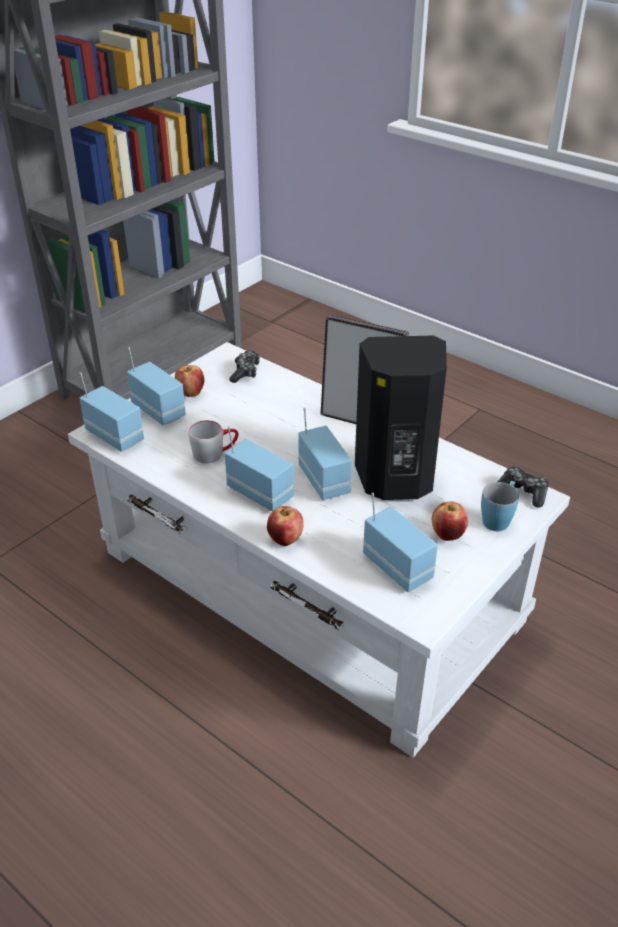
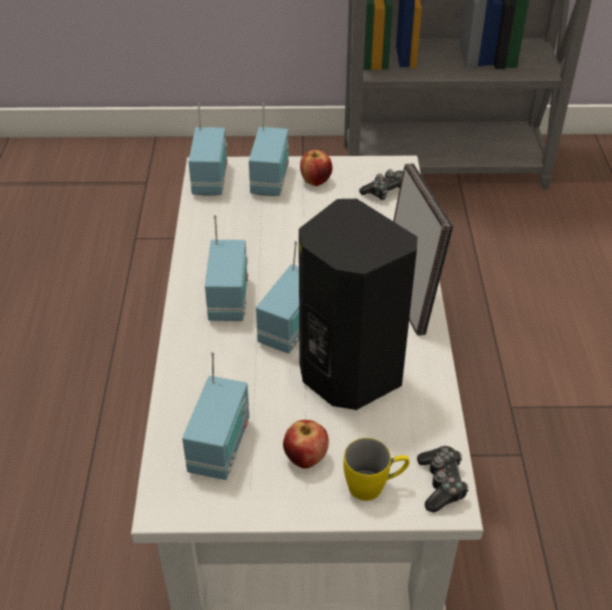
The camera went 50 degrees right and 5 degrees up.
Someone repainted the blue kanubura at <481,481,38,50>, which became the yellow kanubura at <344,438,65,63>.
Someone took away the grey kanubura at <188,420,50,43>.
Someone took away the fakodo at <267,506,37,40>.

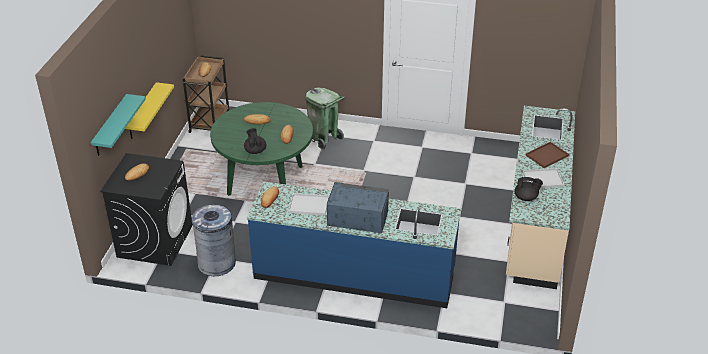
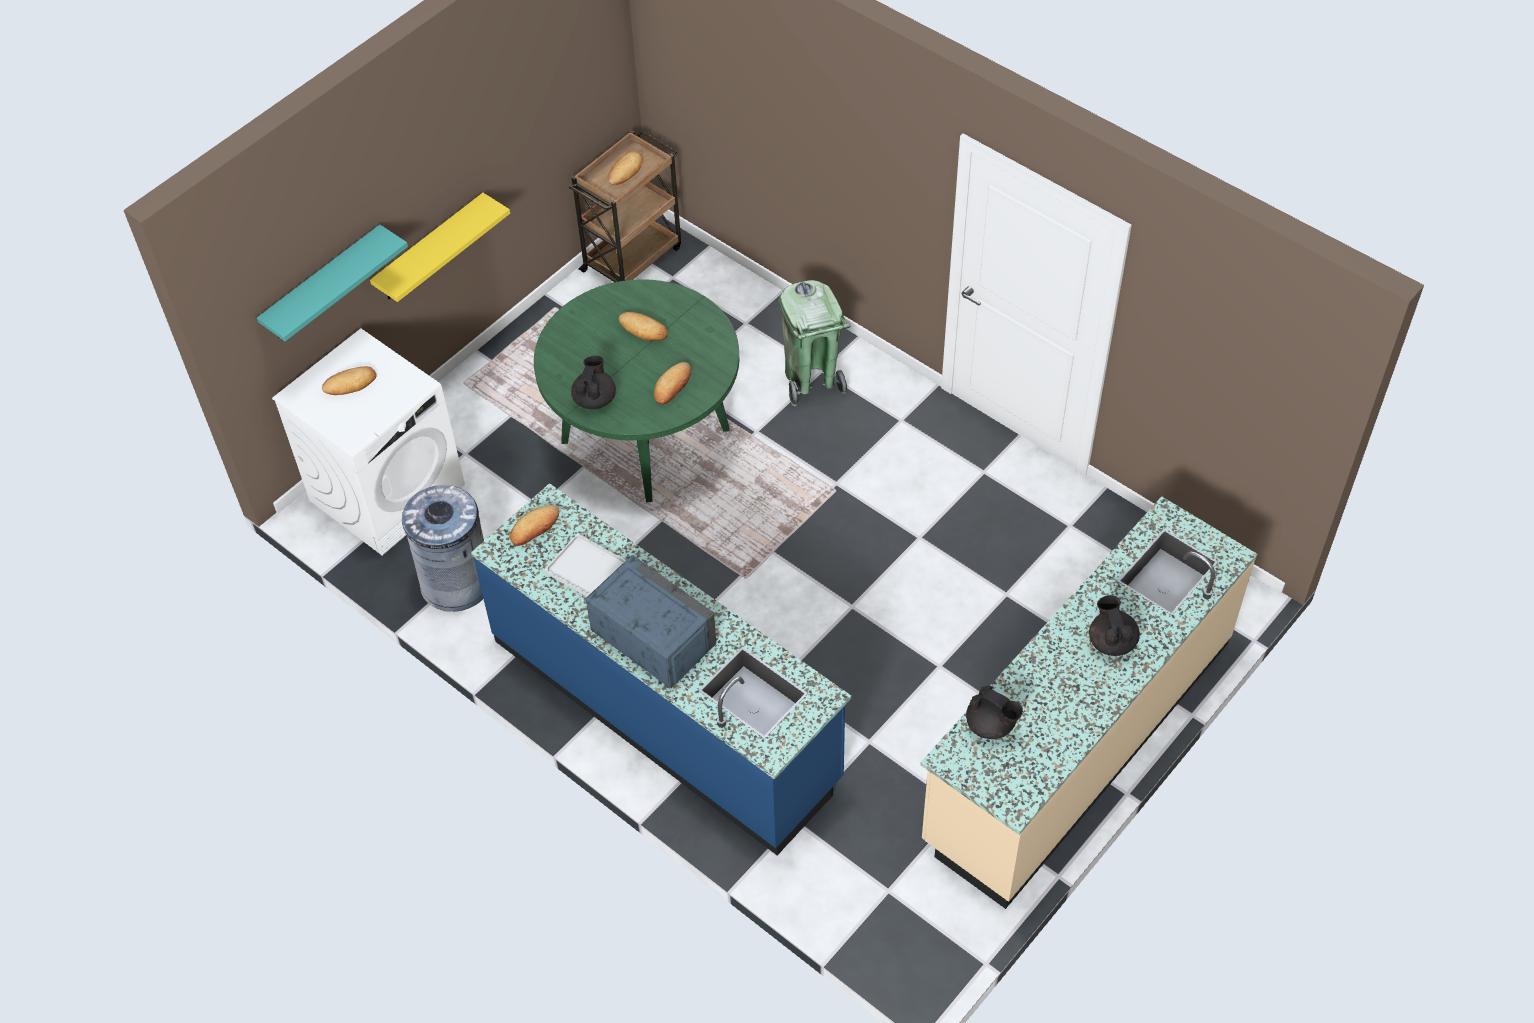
The camera went 30 degrees right and 15 degrees up.
Someone repainted the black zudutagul at <100,153,93,113>, which became the white zudutagul at <272,328,193,228>.
Someone swapped the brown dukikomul at <526,142,43,26> for the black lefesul at <1089,595,51,61>.
Someone took away the white dukikomul at <523,168,42,20>.

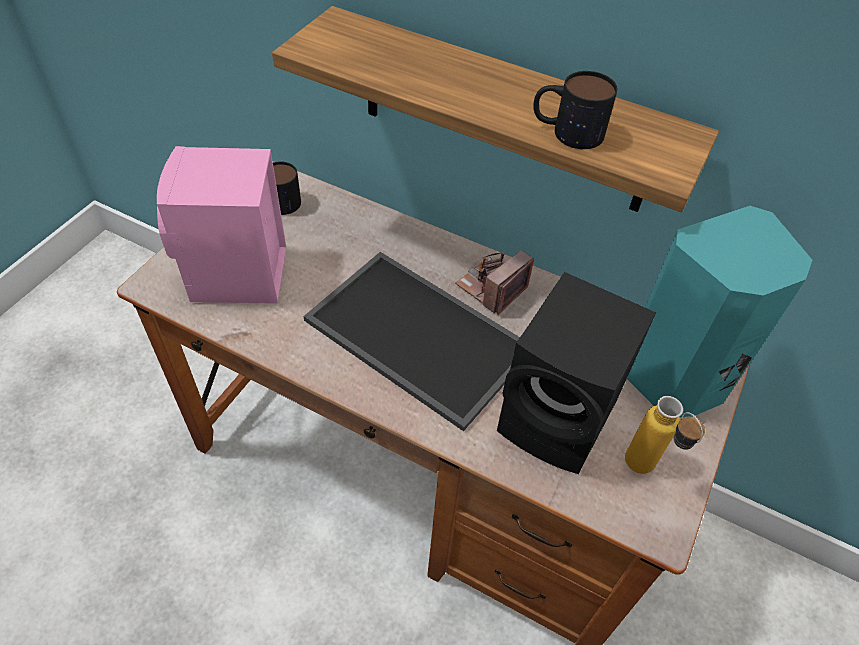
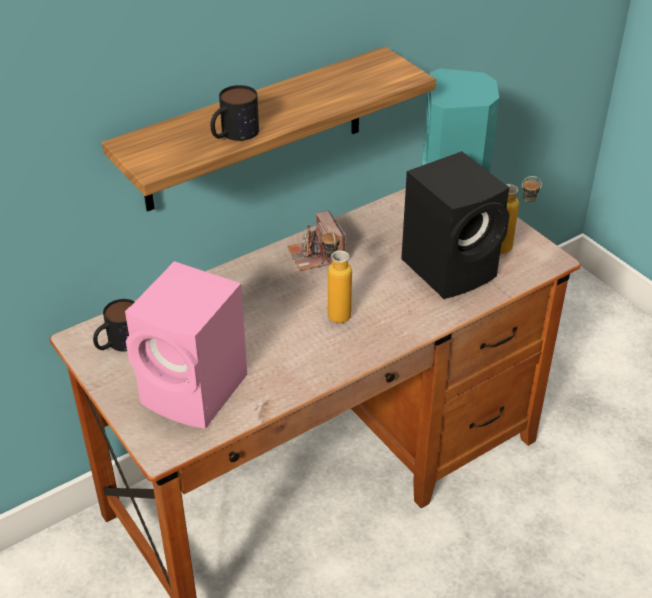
The camera went 60 degrees left and 10 degrees down.
Someone carried the kanubura from <533,71,85,78> to <210,85,49,56>.
Someone swapped the dukikomul at <303,252,217,179> for the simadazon at <322,227,30,96>.

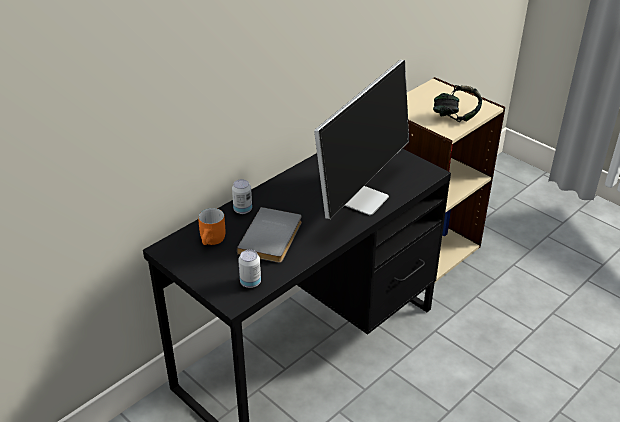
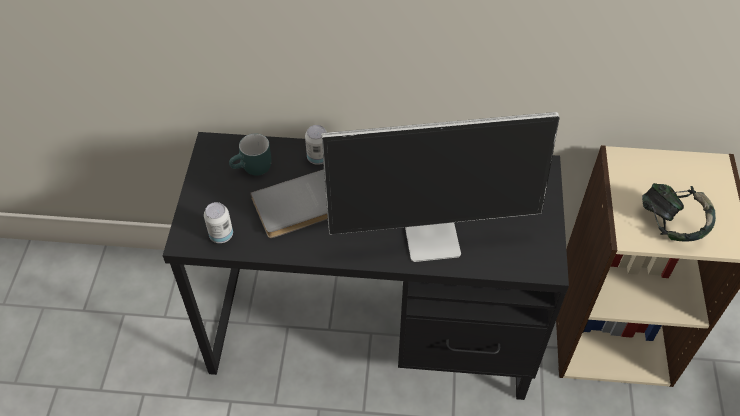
The camera went 50 degrees right and 15 degrees up.
Someone repainted the orange kanubura at <198,208,27,37>, which became the turquoise kanubura at <229,133,42,43>.

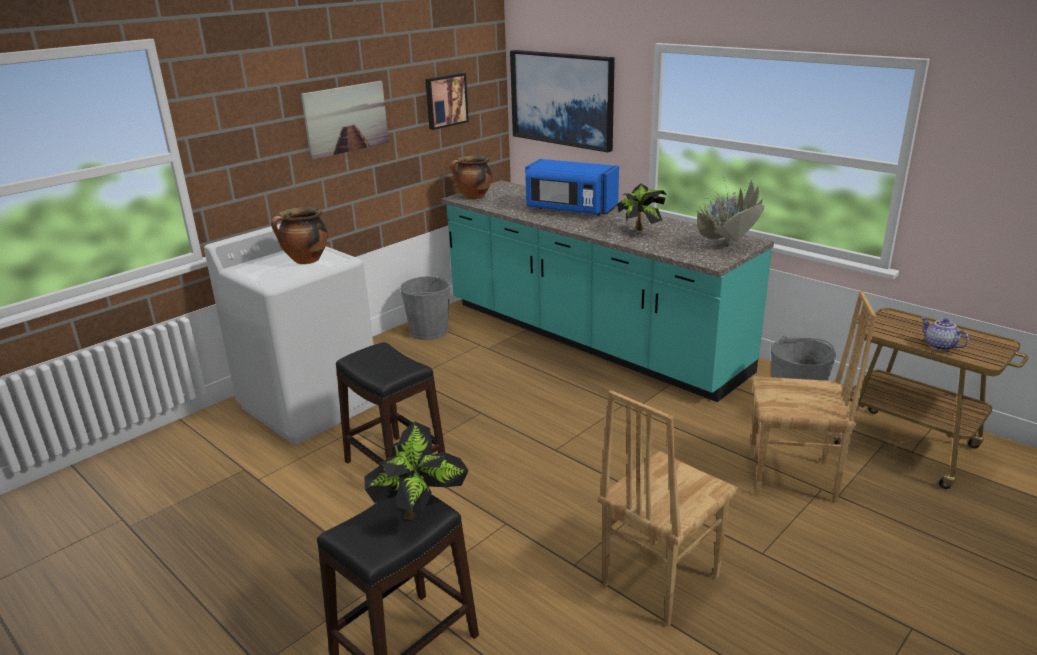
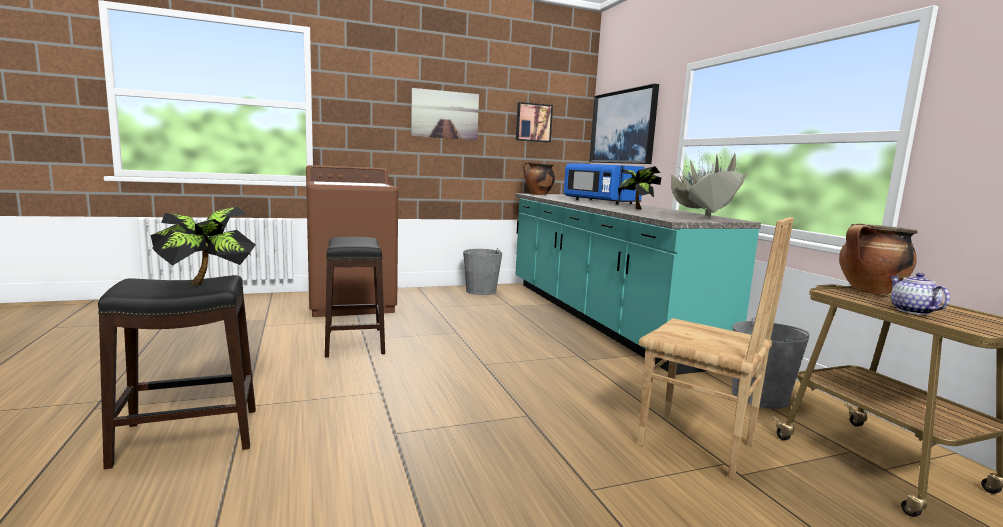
The camera went 25 degrees right and 15 degrees down.
Someone repainted the white zudutagul at <204,224,172,221>, which became the brown zudutagul at <306,165,92,152>.
Someone carried the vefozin from <271,207,56,57> to <839,224,79,71>.
Someone took away the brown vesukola at <598,390,140,237>.

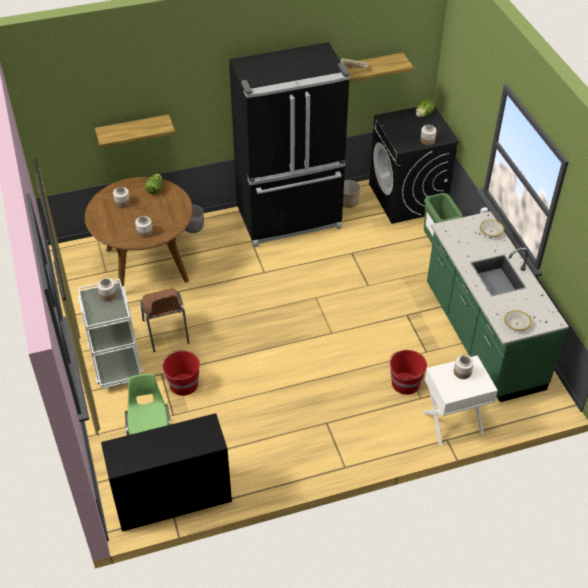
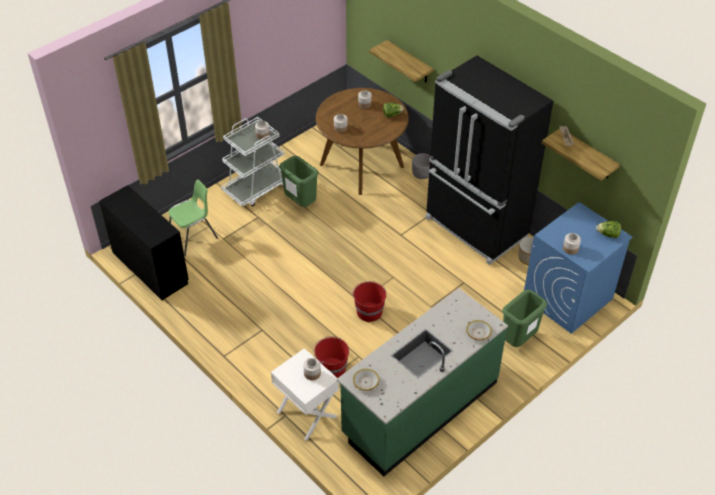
The camera went 65 degrees right and 0 degrees up.
Someone swapped the brown vesukola at <140,289,49,63> for the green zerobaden at <279,156,40,51>.
Someone carried the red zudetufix from <161,350,39,46> to <352,281,34,41>.
Someone repainted the black zudutagul at <369,106,91,118>, which became the blue zudutagul at <524,202,109,132>.

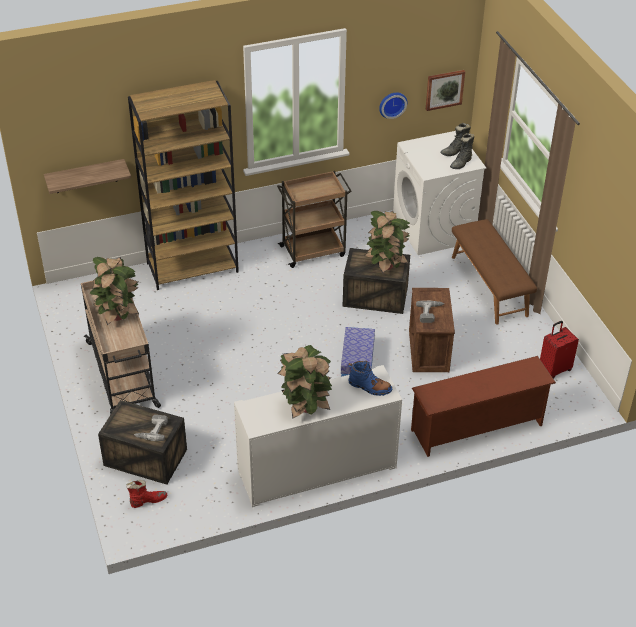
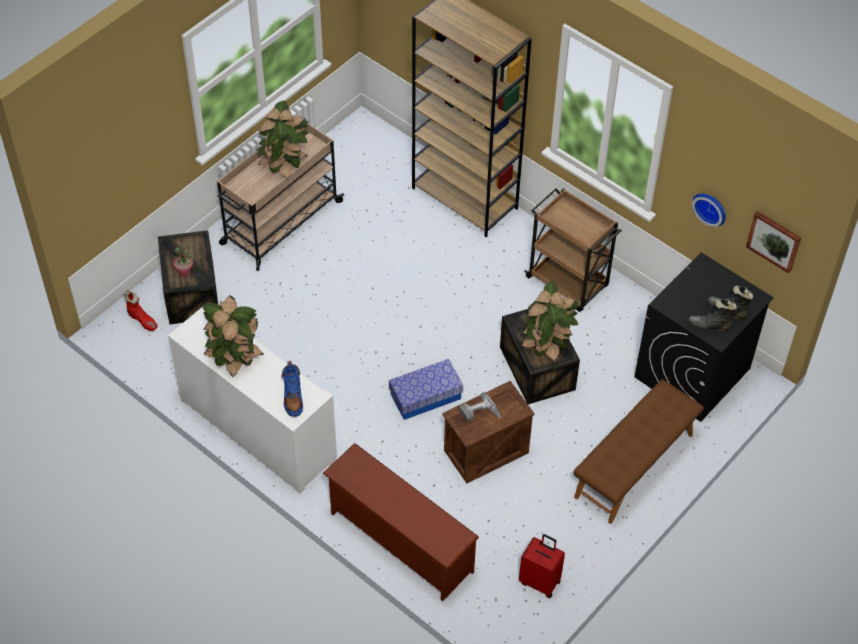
The camera went 60 degrees right and 10 degrees up.
Someone swapped the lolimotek at <135,415,33,26> for the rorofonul at <173,246,20,31>.
Someone repainted the white zudutagul at <393,131,93,124>, which became the black zudutagul at <634,252,140,170>.
Someone took away the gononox at <44,159,87,35>.

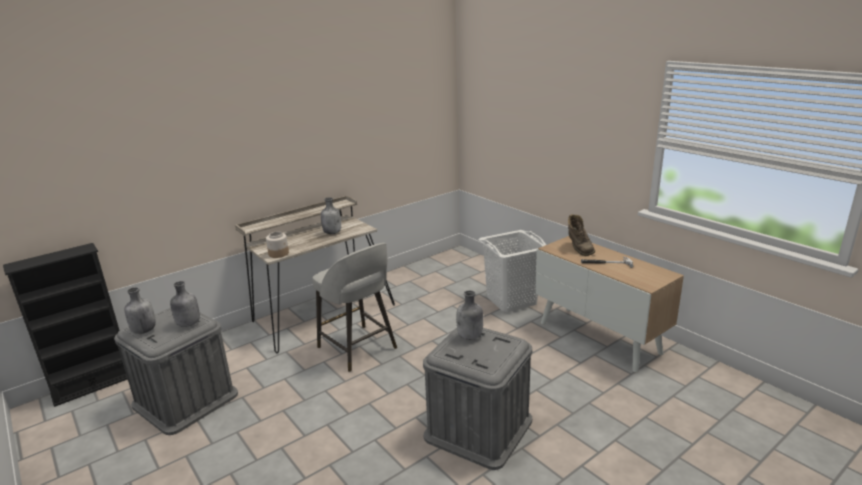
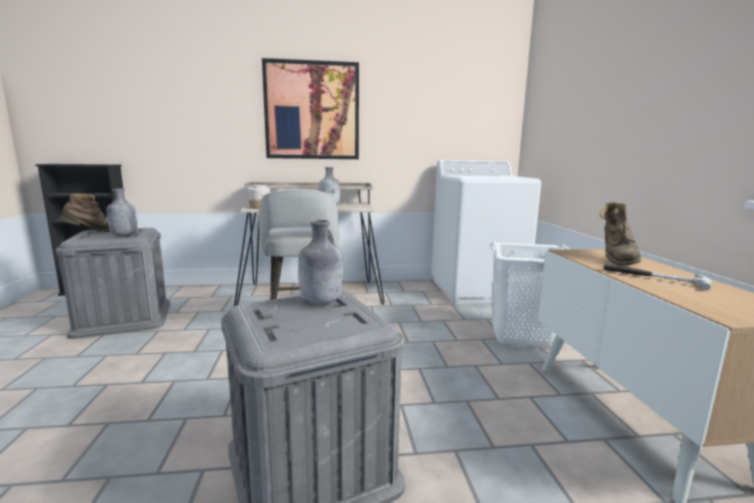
The camera went 30 degrees right and 10 degrees down.
Someone swapped the grey simadazon at <124,287,32,47> for the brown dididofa at <60,194,50,38>.
Someone put up the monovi at <262,58,97,101>.
Someone put down the white zudutagul at <431,160,110,144>.

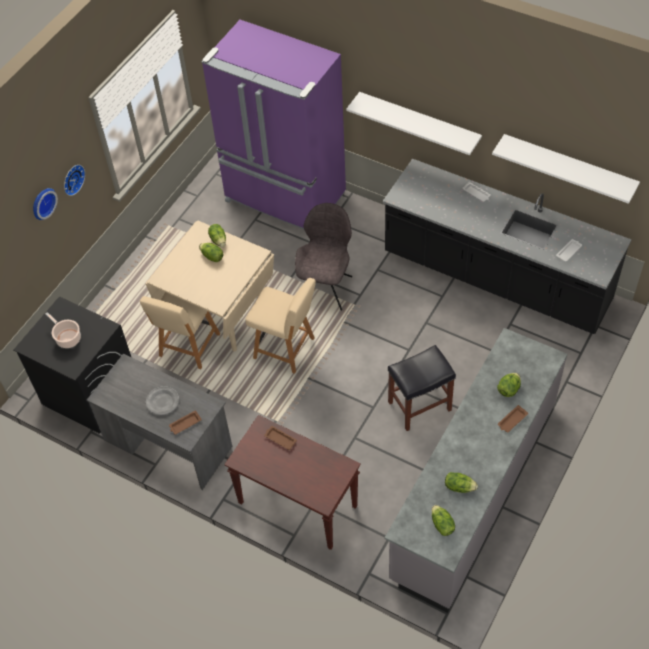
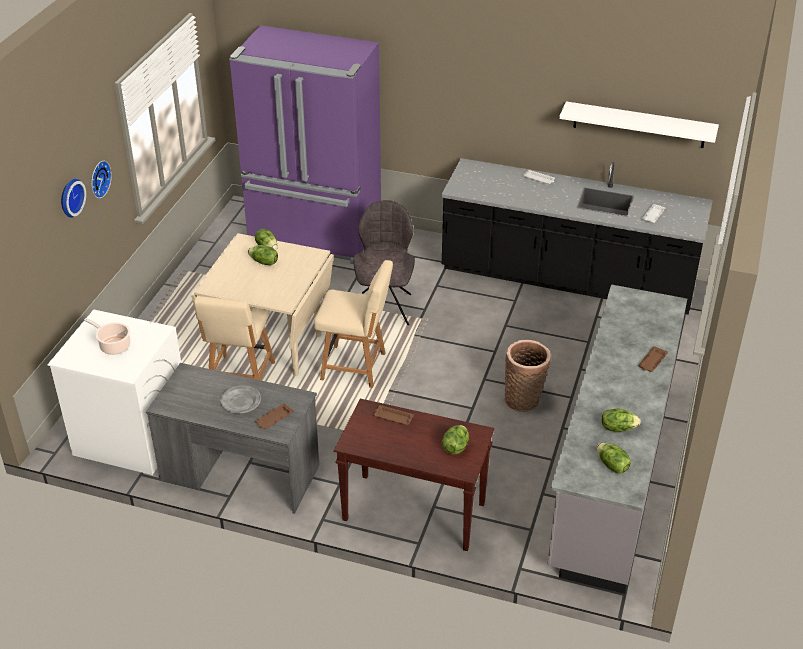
The camera went 15 degrees left and 15 degrees down.
Someone repainted the black zudutagul at <13,296,118,138>, which became the white zudutagul at <48,310,133,165>.
Someone carried the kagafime from <497,373,24,24> to <442,425,27,30>.
Someone swapped the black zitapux at <388,345,68,86> for the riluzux at <505,340,46,72>.
Someone took away the white gononox at <346,92,136,63>.

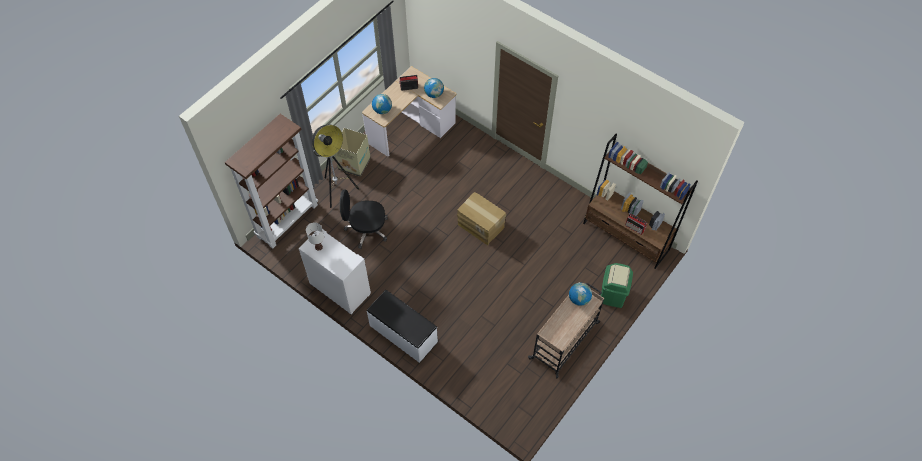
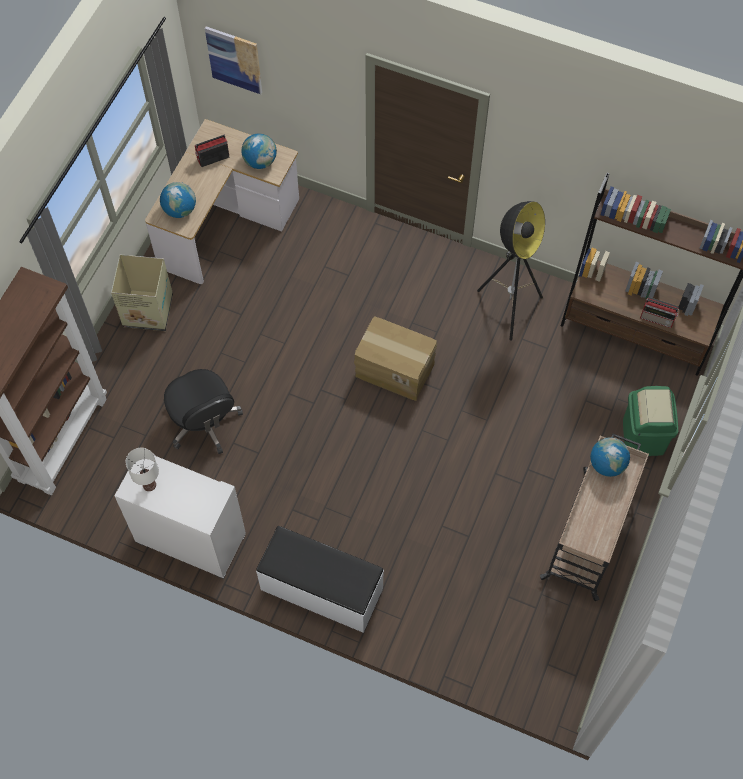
The camera went 15 degrees left and 5 degrees up.
Someone rotated the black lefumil at <340,190,48,59> by 105 degrees counterclockwise.
Someone put up the monovi at <205,26,57,68>.
Someone carried the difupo from <312,125,47,83> to <477,201,68,140>.

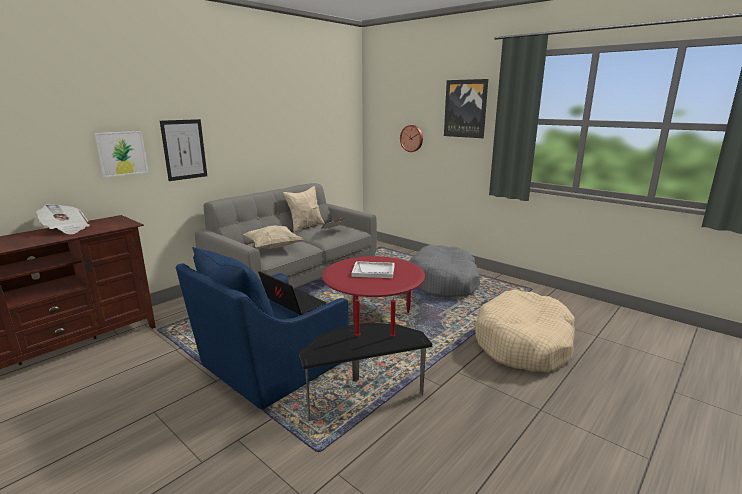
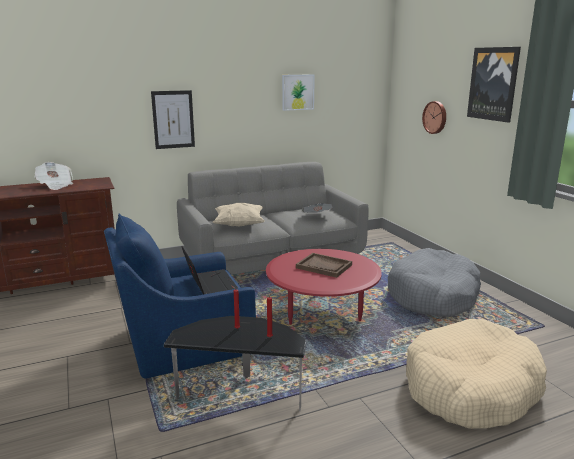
The camera went 25 degrees right and 0 degrees up.
Someone carried the monovi from <95,131,53,47> to <282,74,33,37>.
Someone repainted the white dukikomul at <352,261,43,17>, which became the brown dukikomul at <296,253,56,25>.
Someone took away the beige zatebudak at <283,186,42,47>.

